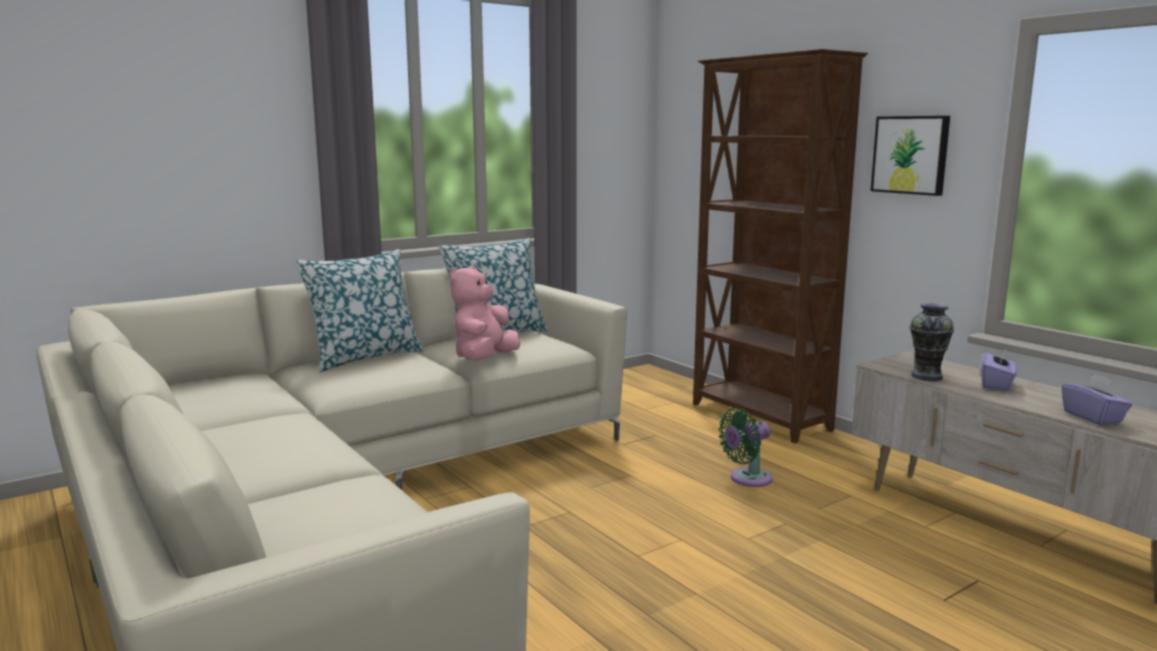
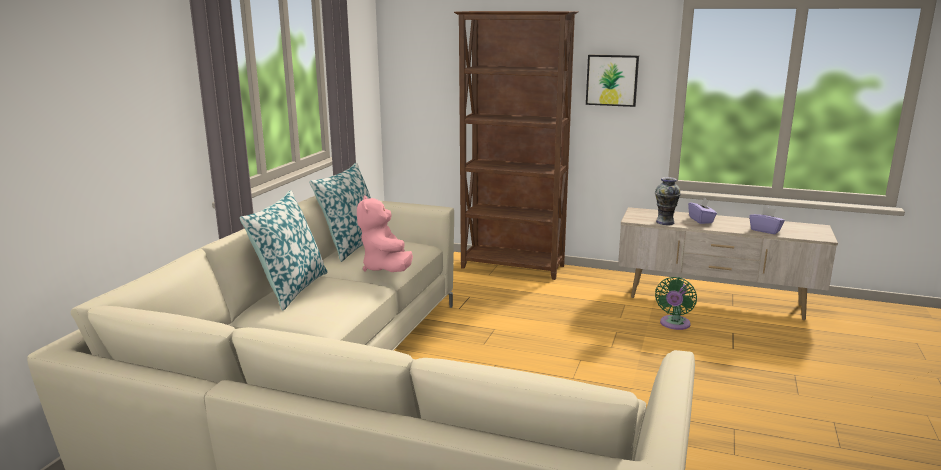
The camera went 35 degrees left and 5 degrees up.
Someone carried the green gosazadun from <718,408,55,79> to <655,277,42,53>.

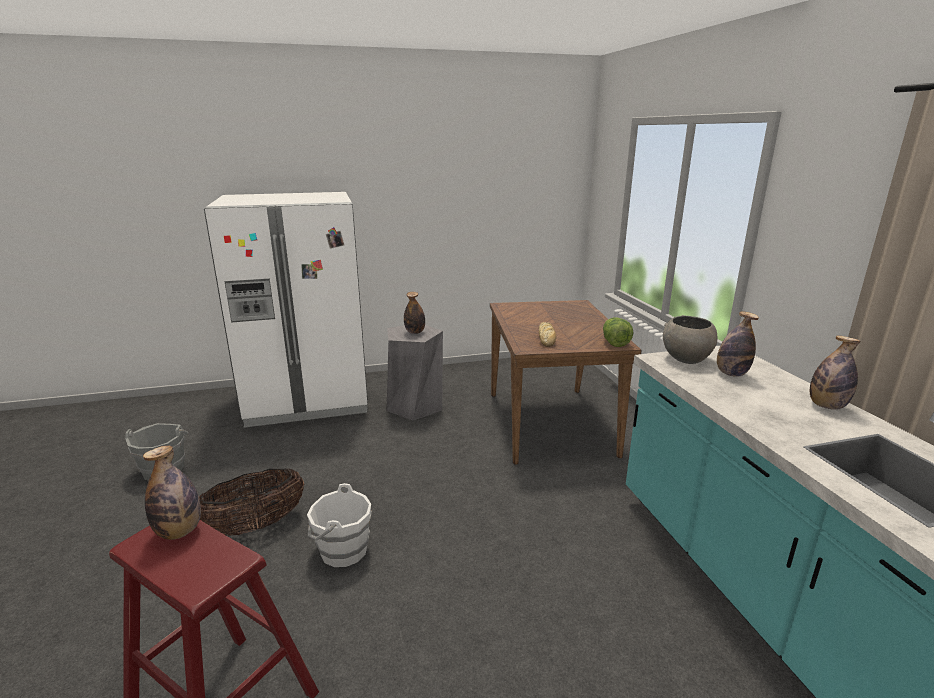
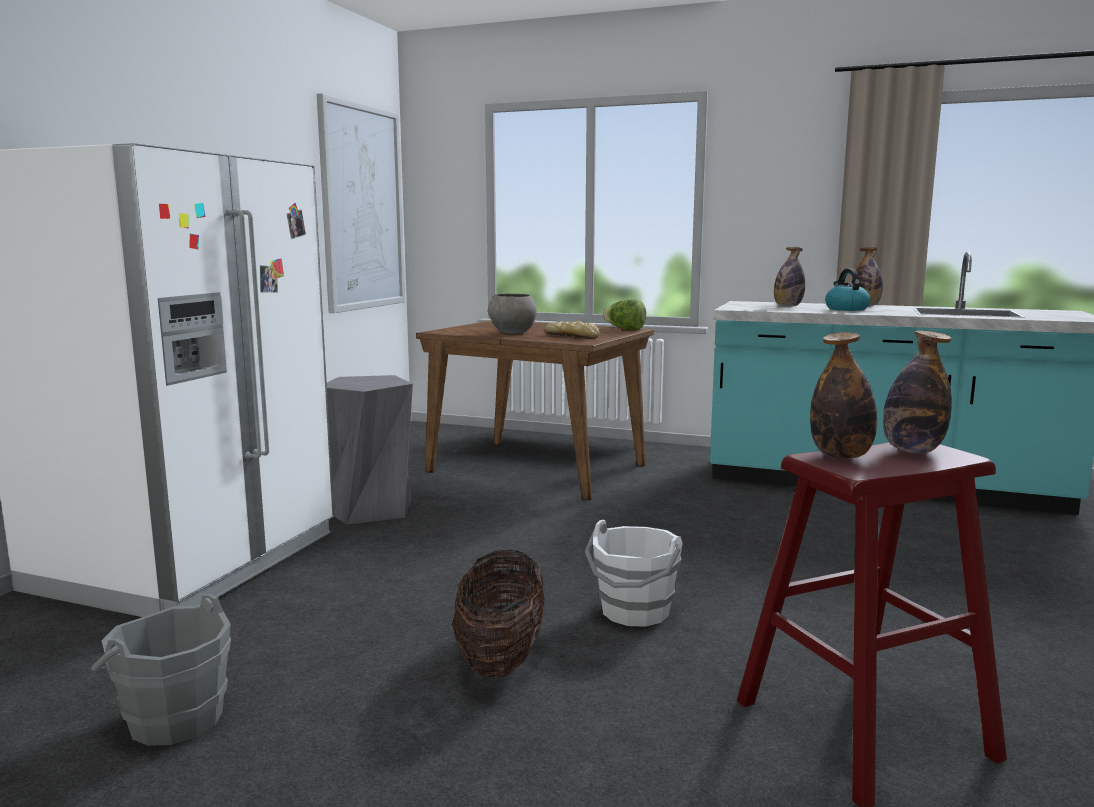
The camera went 55 degrees left and 10 degrees down.
Someone put up the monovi at <317,93,88,220>.
Someone carried the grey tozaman from <663,315,54,49> to <488,293,49,41>.
Someone put down the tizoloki at <825,268,45,43>.
Someone carried the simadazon from <404,292,21,42> to <883,330,69,123>.

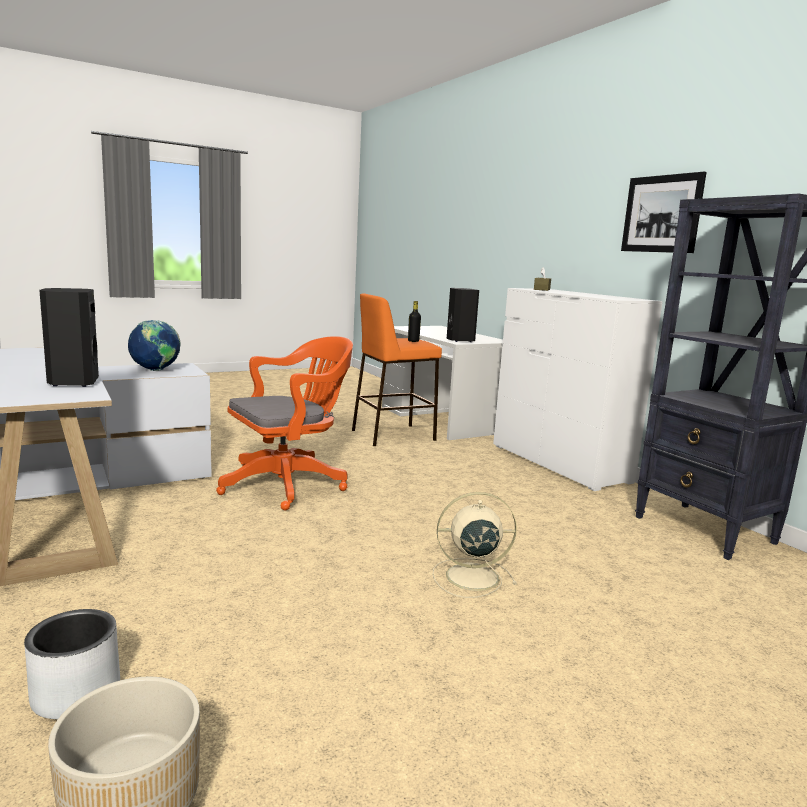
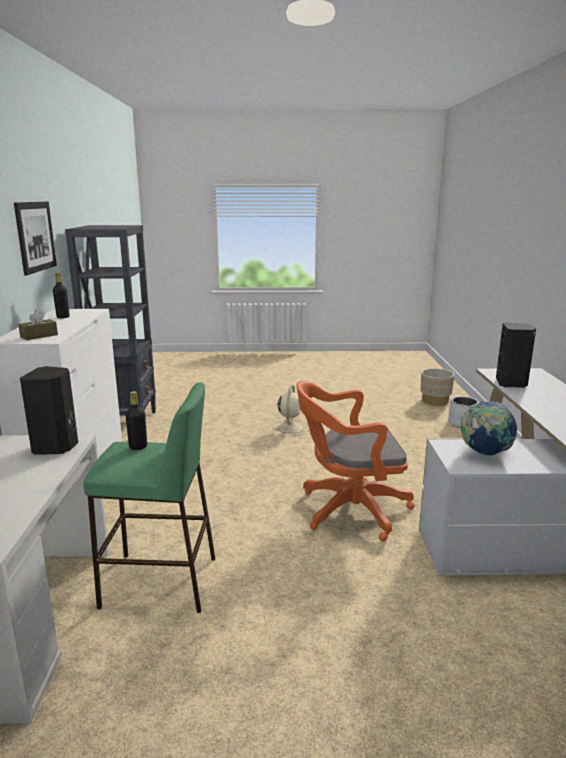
The camera went 150 degrees left and 5 degrees up.
Someone put down the black simadazon at <53,272,17,46>.
Someone repainted the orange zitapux at <352,294,90,152>, which became the green zitapux at <83,382,132,231>.
Someone rotated the beige gosazadun at <432,492,85,106> by 105 degrees counterclockwise.

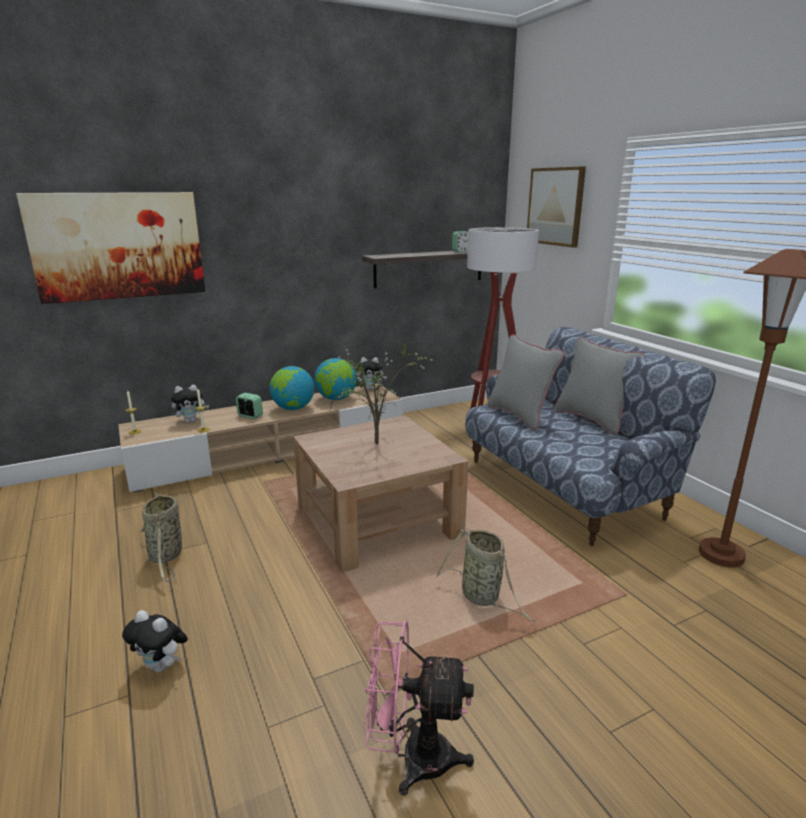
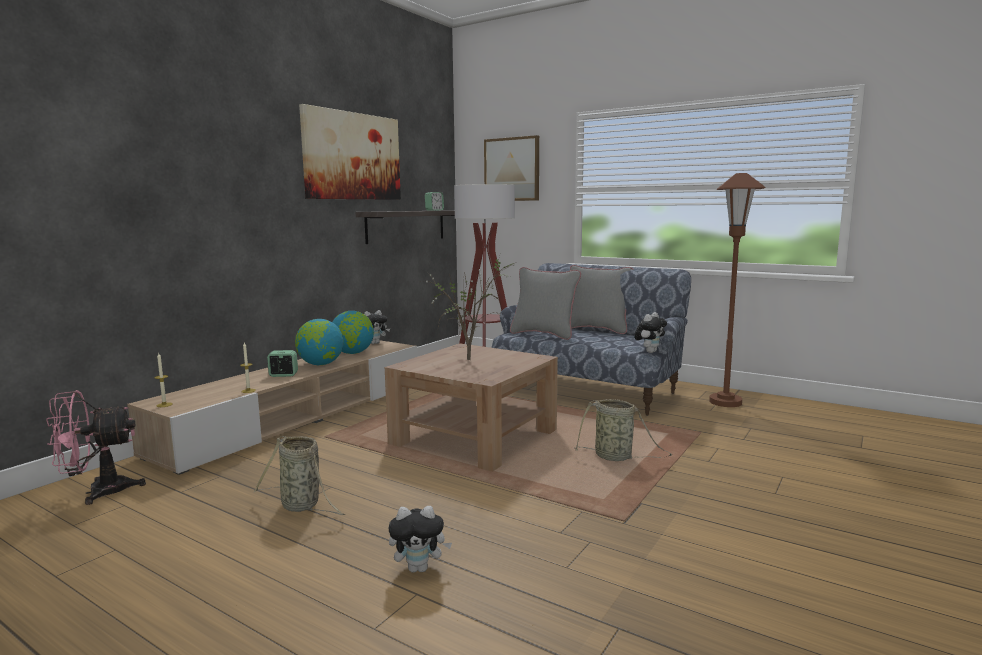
The camera went 30 degrees left and 10 degrees down.
Someone carried the pink gosazadun from <363,620,111,176> to <46,390,100,115>.
Someone carried the monovi from <16,192,189,112> to <299,104,102,96>.
Someone carried the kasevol from <170,385,39,38> to <634,312,33,41>.

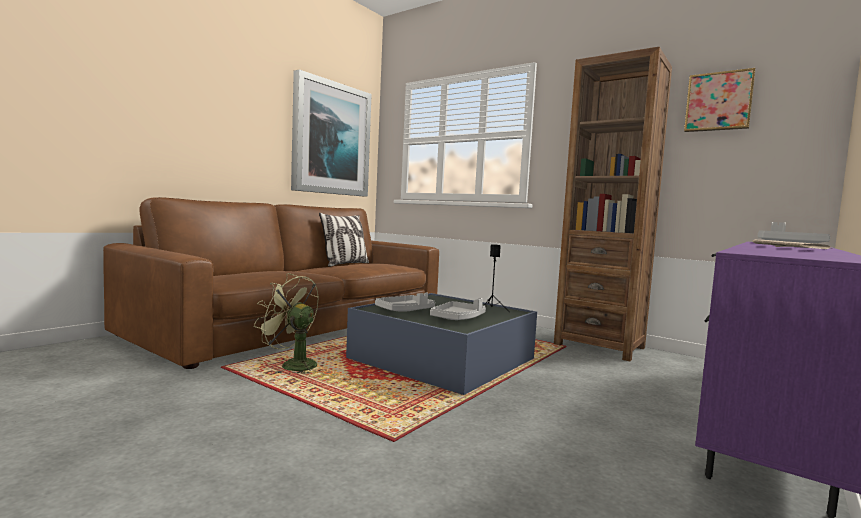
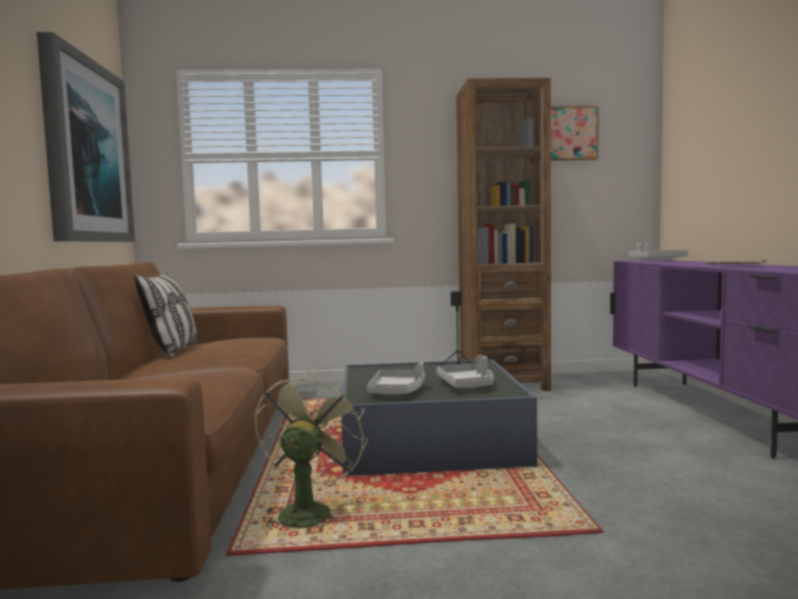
The camera went 40 degrees left and 0 degrees up.
Someone rotated the green gosazadun at <254,273,65,101> by 120 degrees clockwise.

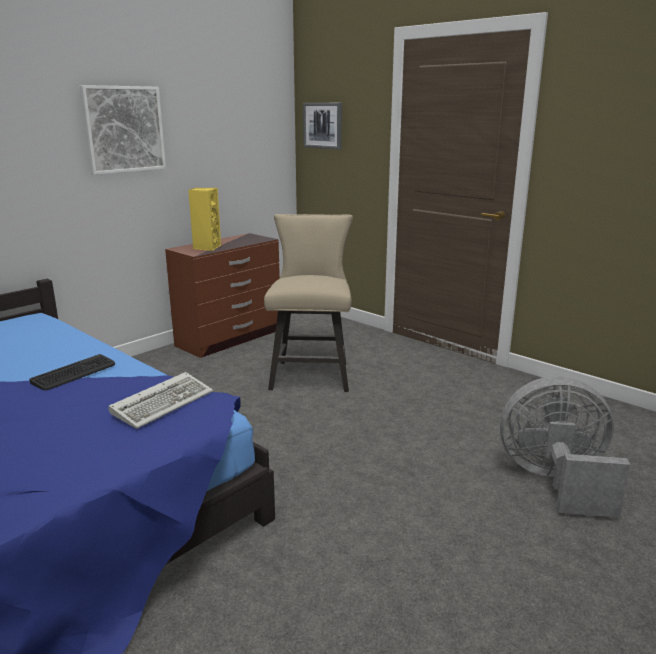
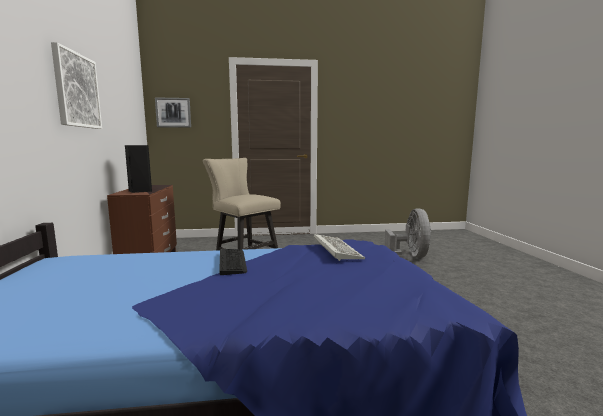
The camera went 50 degrees left and 10 degrees down.
Someone repainted the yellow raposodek at <188,188,33,63>, which became the black raposodek at <125,145,27,48>.
Someone rotated the grey gosazadun at <500,376,131,142> by 135 degrees clockwise.

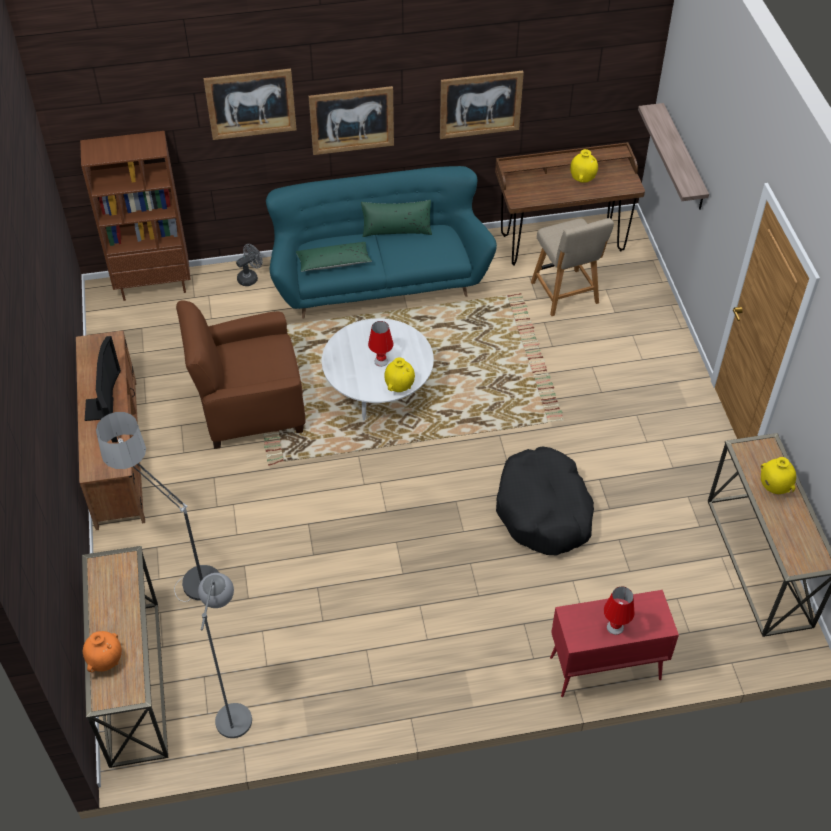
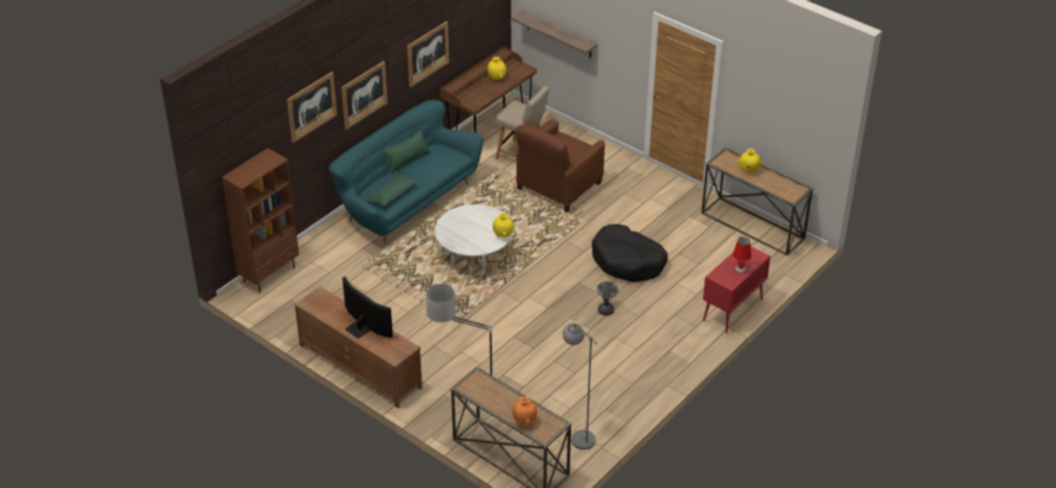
The camera went 40 degrees left and 10 degrees down.
Someone carried the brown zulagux from <176,300,129,149> to <516,119,89,93>.
Someone carried the grey gosazadun from <236,244,27,42> to <597,281,21,35>.
Someone took away the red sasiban at <368,321,25,46>.

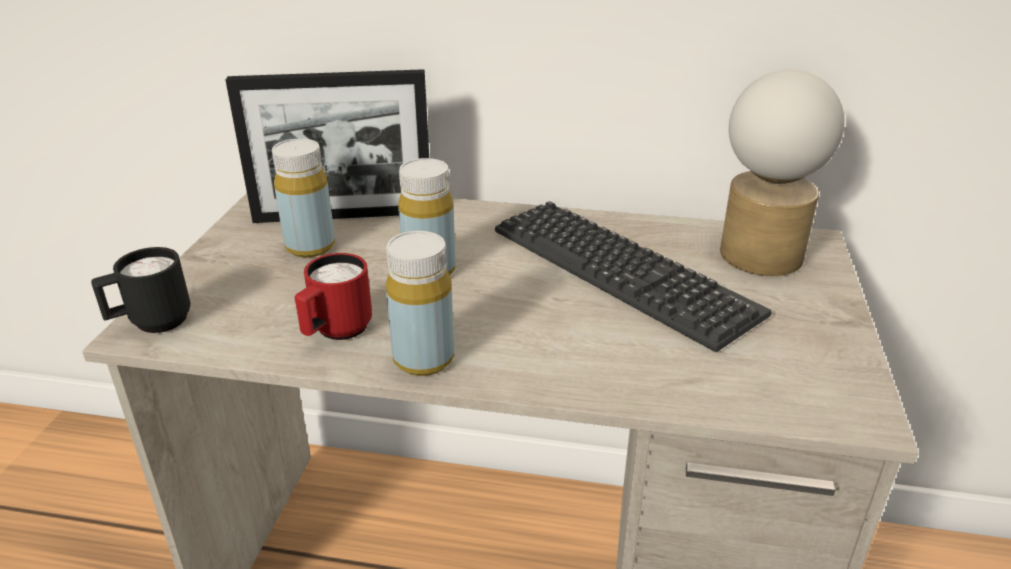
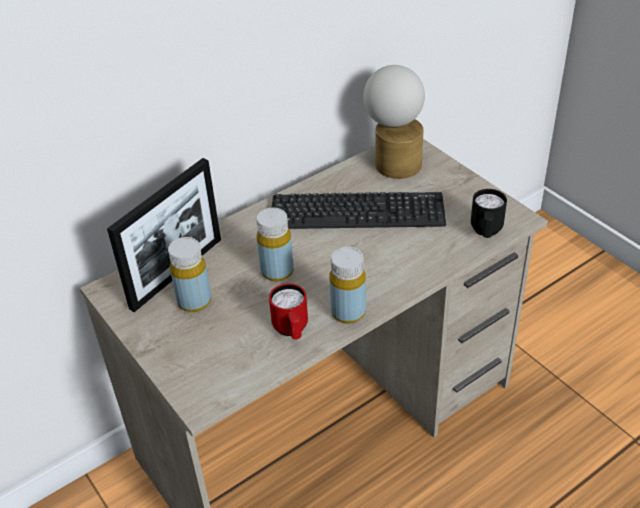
The camera went 45 degrees left and 10 degrees up.
Someone carried the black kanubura from <91,247,99,86> to <471,189,36,49>.

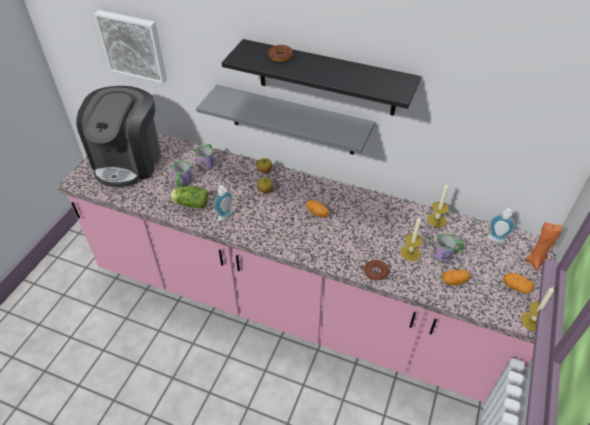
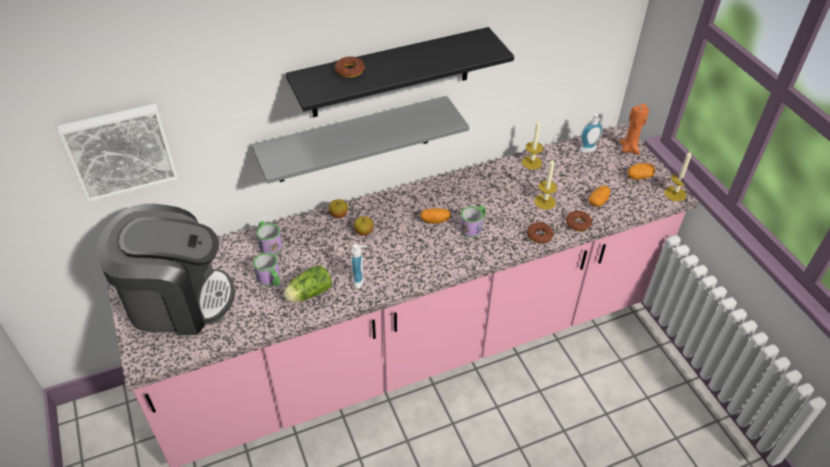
The camera went 45 degrees left and 0 degrees up.
Someone rotated the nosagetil at <76,86,85,101> by 60 degrees counterclockwise.
Someone carried the kanubura from <433,234,31,28> to <460,205,26,33>.
Someone put down the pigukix at <566,210,26,21>.

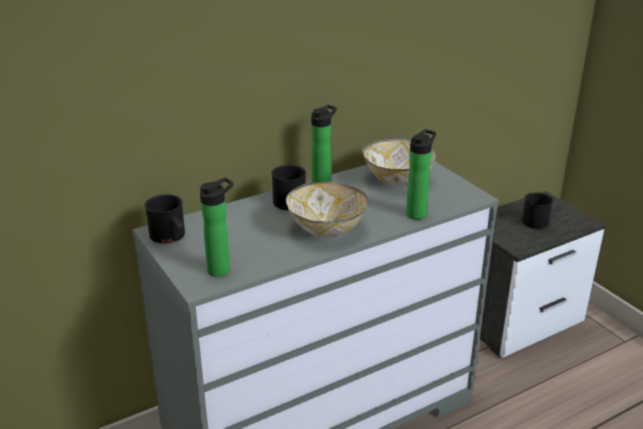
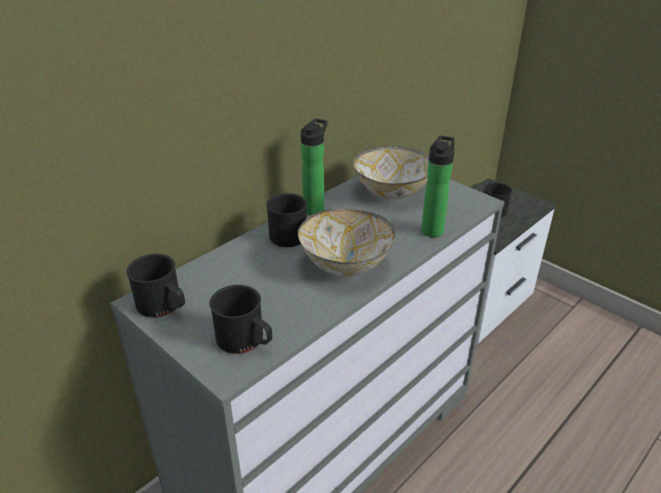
The camera went 15 degrees left and 5 degrees up.
Someone swapped the simadazon at <200,178,33,99> for the black kanubura at <209,285,63,69>.

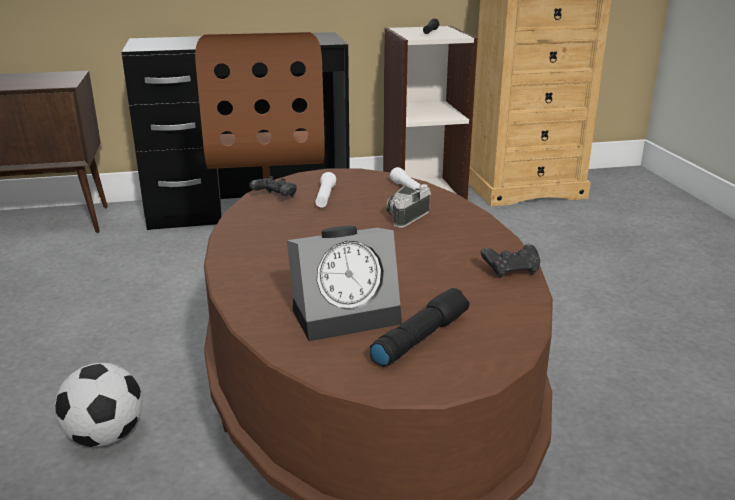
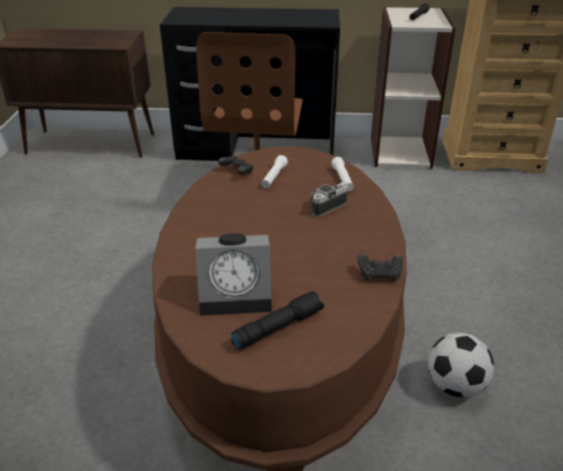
The camera went 15 degrees right and 10 degrees up.
Someone carried the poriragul from <55,363,87,84> to <428,333,66,64>.

